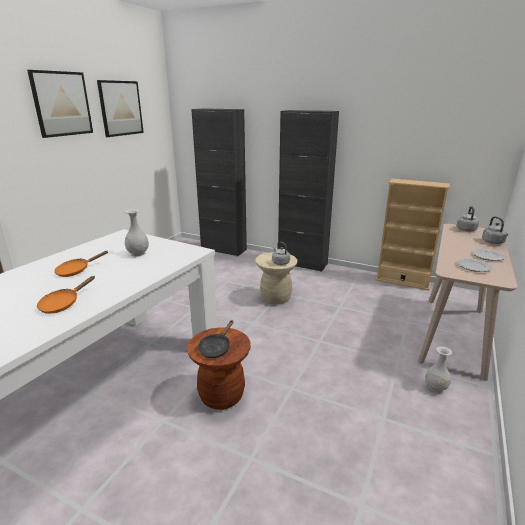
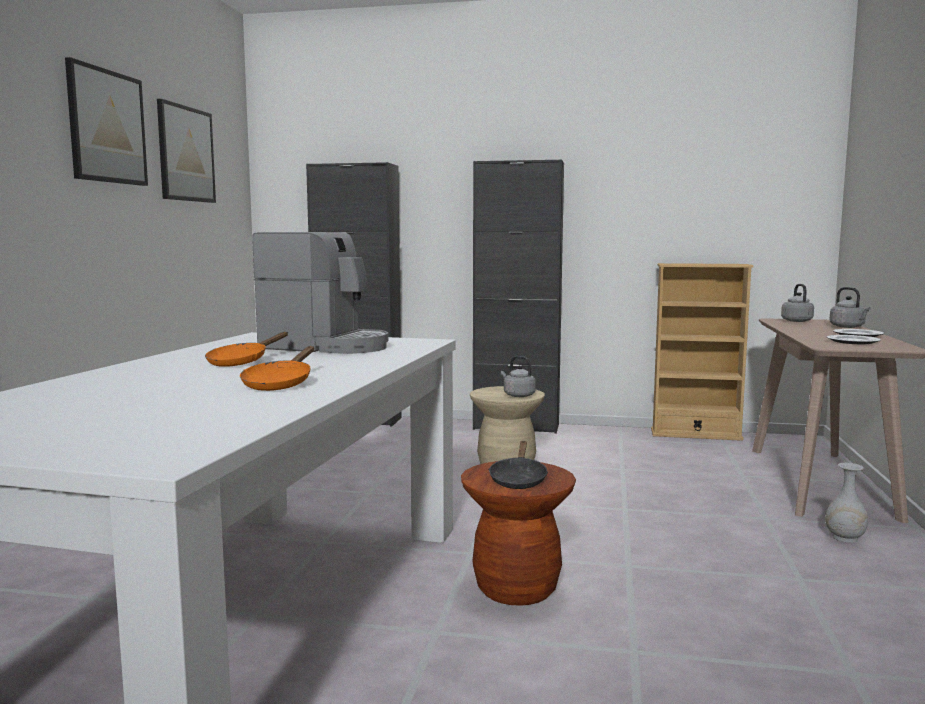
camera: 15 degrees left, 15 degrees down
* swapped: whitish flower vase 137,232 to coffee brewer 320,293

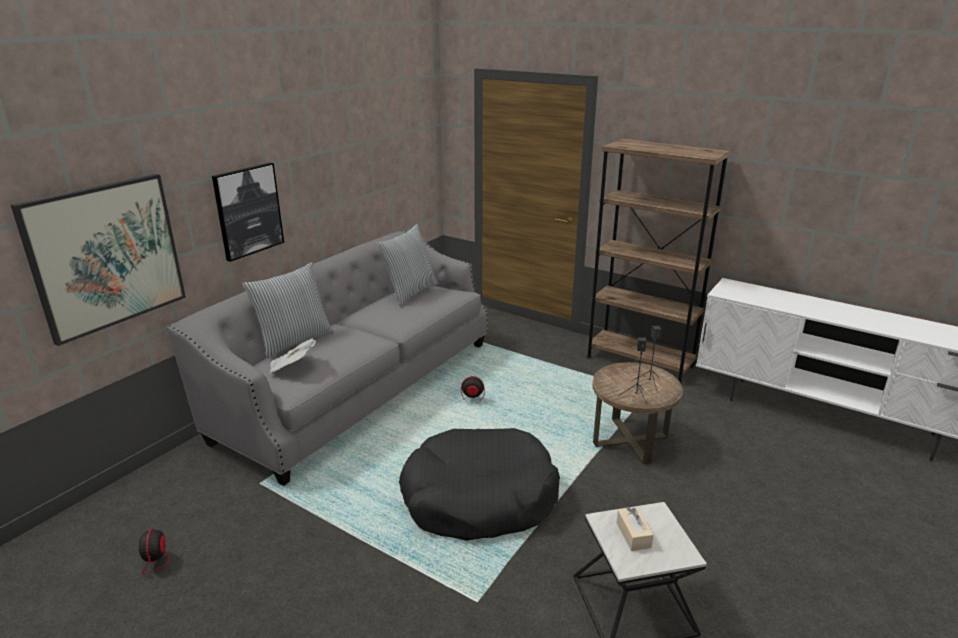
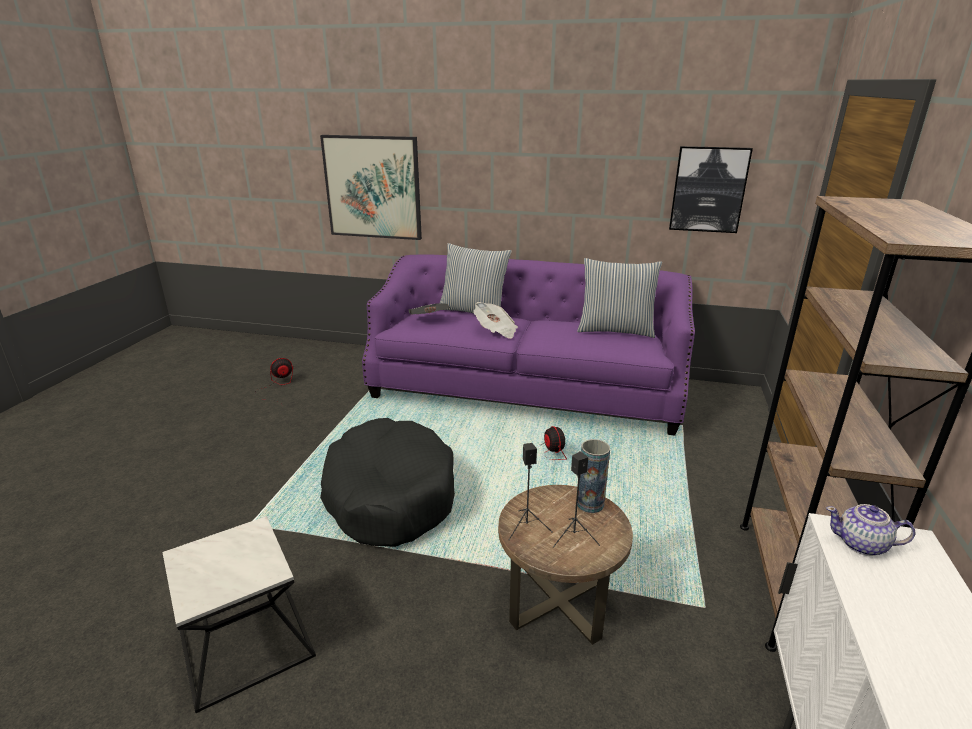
camera: 70 degrees right, 0 degrees up
* shifted: wall art 248,212 to 711,189
* repainted: greyish settee 327,358 to purplish settee 528,345
* gone: sand-coloured box of tissues 635,529
* new: printed paper 495,320
* new: flower vase 593,476
* new: teapot 870,530

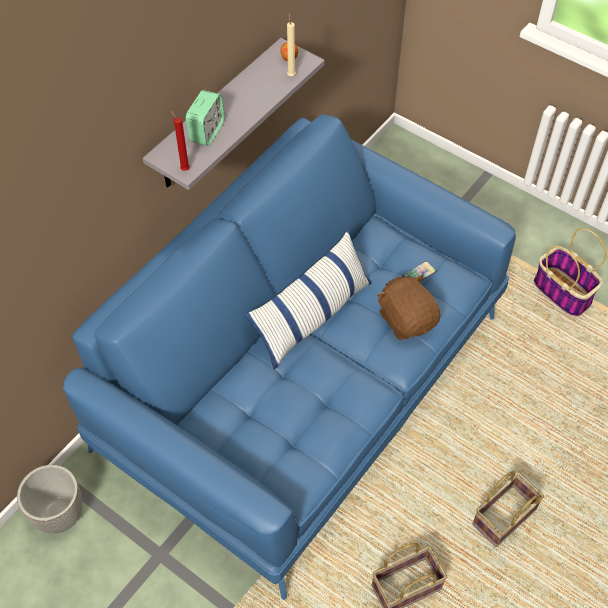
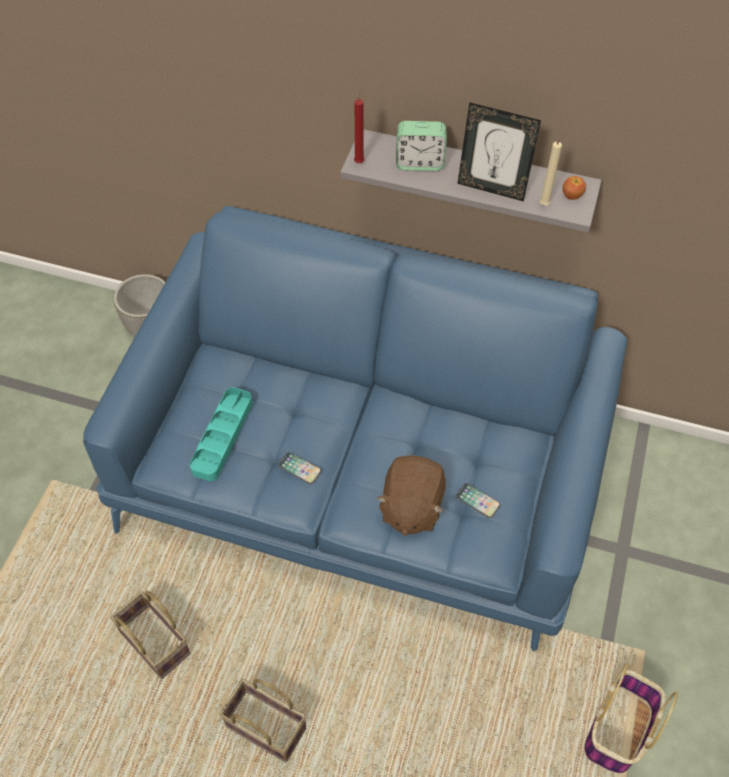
camera: 70 degrees right, 0 degrees up
* gone: throw pillow 308,300
* rotated: brown-coloured cuddly toy 408,307 = 411,495 150 degrees clockwise
* new: standing frame 499,152
* new: blue-green carrying tray 221,434
* new: phone 299,468

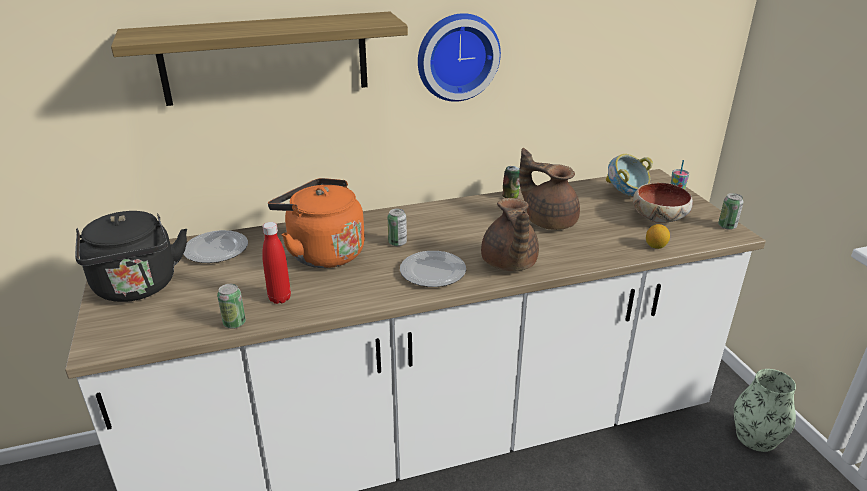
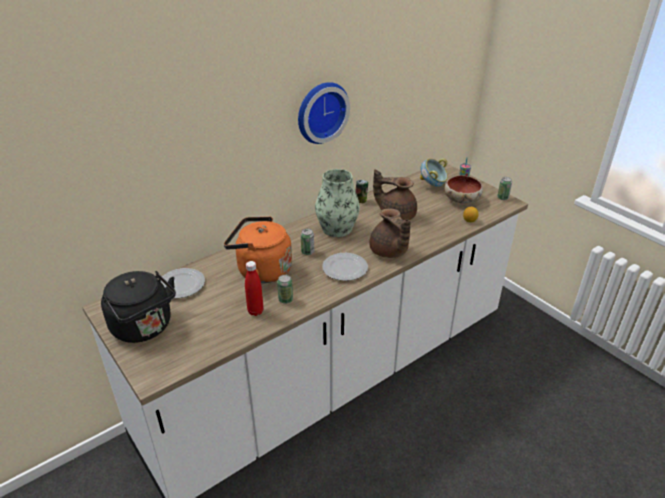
camera: 20 degrees left, 5 degrees up
* gone: wall shelf 259,59
* shifted: sealed can 231,306 to 285,289
* shifted: flower vase 765,410 to 337,203

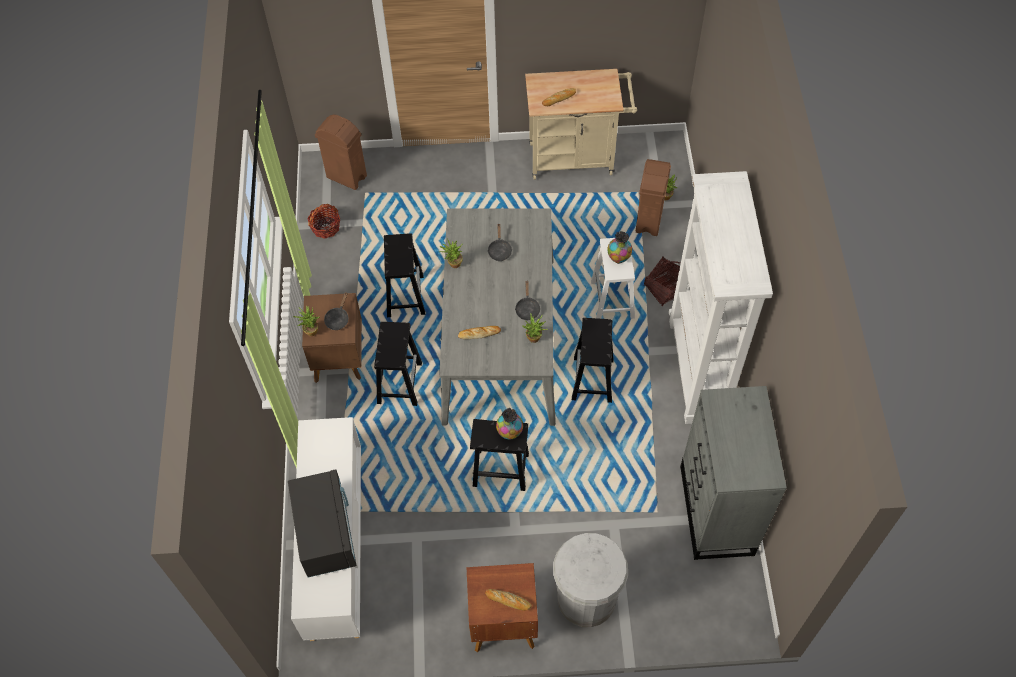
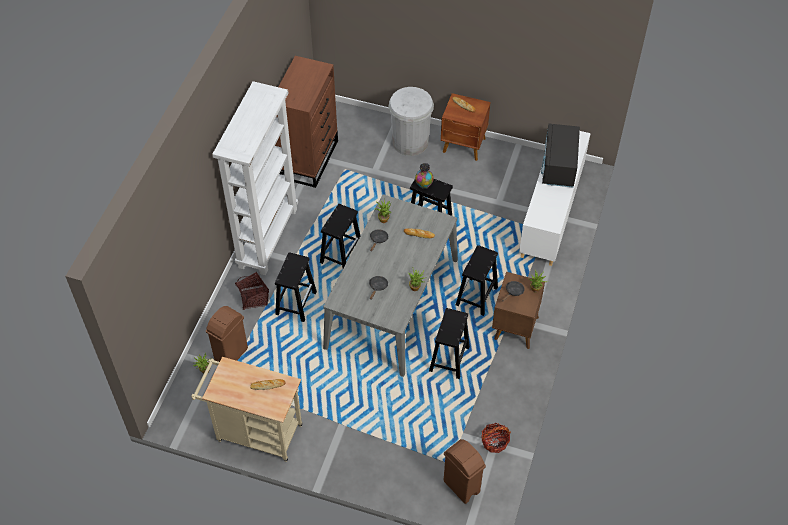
camera: 160 degrees left, 5 degrees down
* gone: flower vase 619,247
* repainted: whitish sitting stool 613,278 to blackish sitting stool 296,287
* repainted: greyish drawer chest 733,473 to brown-coloured drawer chest 306,122

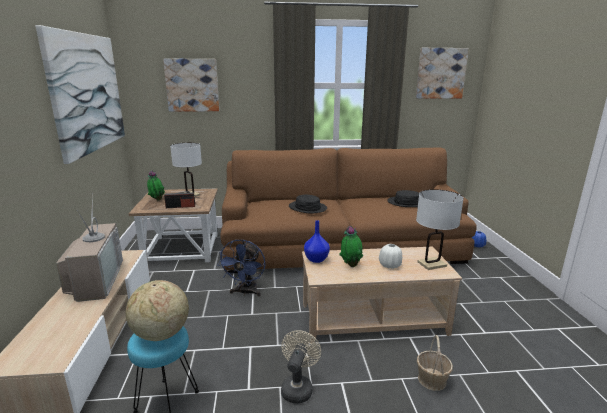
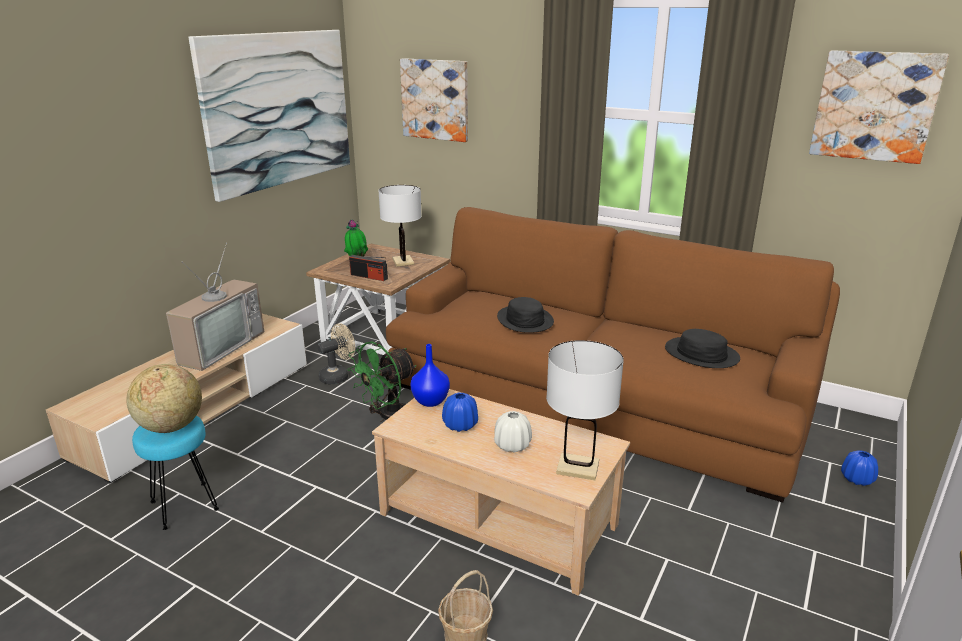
camera: 35 degrees right, 5 degrees up
* swapped: houseplant 351,246 to bluish flower vase 460,412
* repainted: bluish fan 241,267 to green-coloured fan 381,381
* shifted: sand-coloured fan 301,367 to 336,354

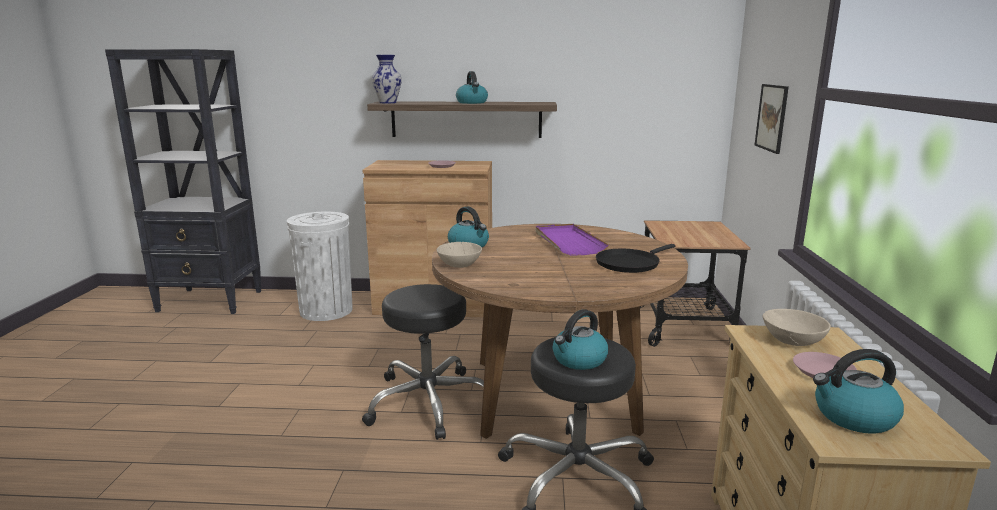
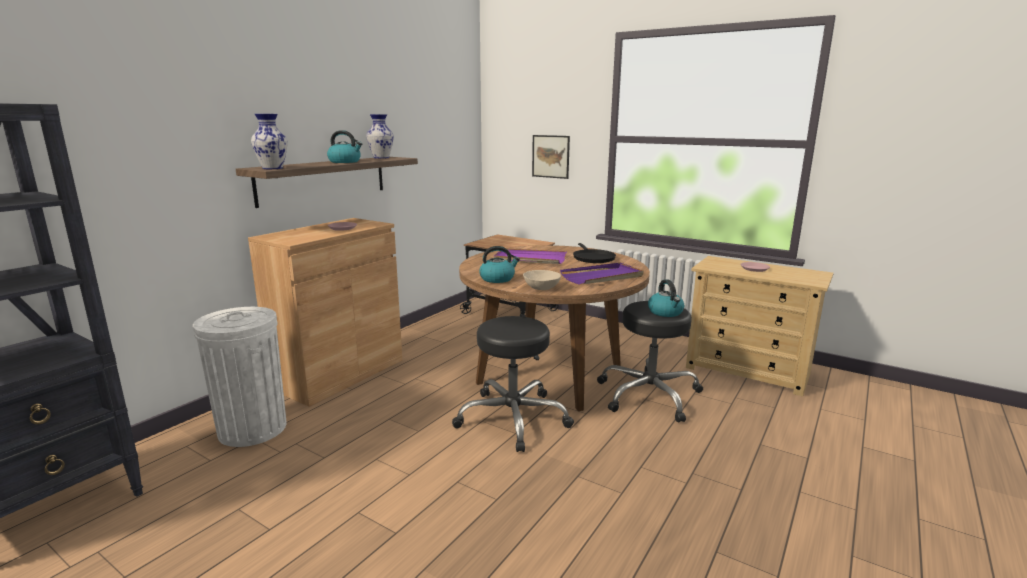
camera: 60 degrees left, 0 degrees up
* gone: sand-coloured bowl 797,327
* gone: kettle 858,391
* new: flower vase 380,136
* new: purplish carrying tray 602,274

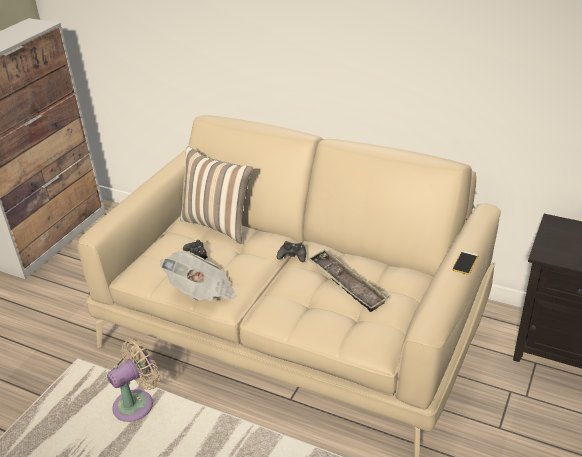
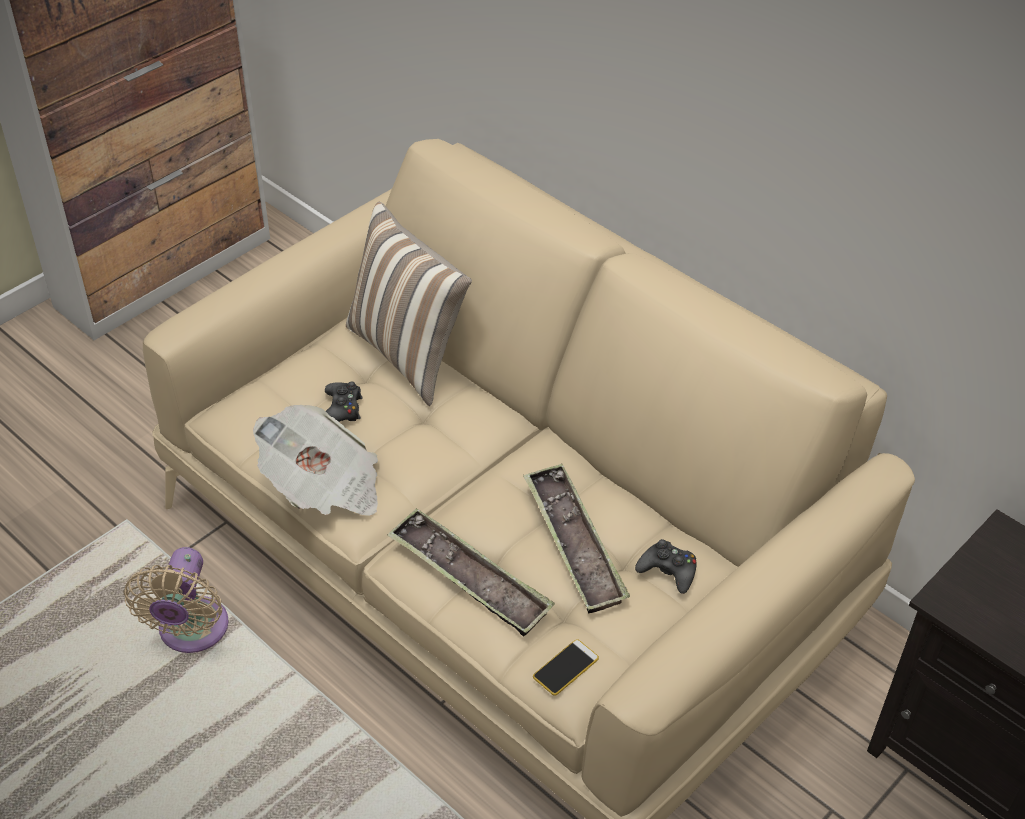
camera: 15 degrees right, 10 degrees up
* shifted: blackish joypad 291,251 to 666,566
* shifted: phone 465,262 to 566,667
* rotated: sand-coloured fan 133,380 = 176,600 120 degrees clockwise
* new: carrying tray 471,572

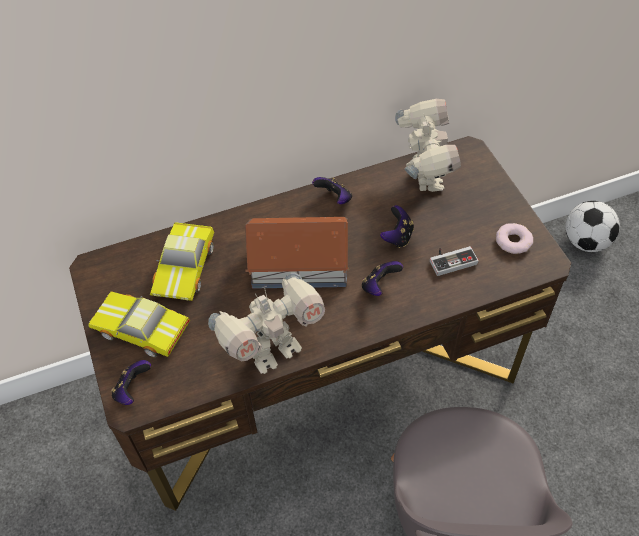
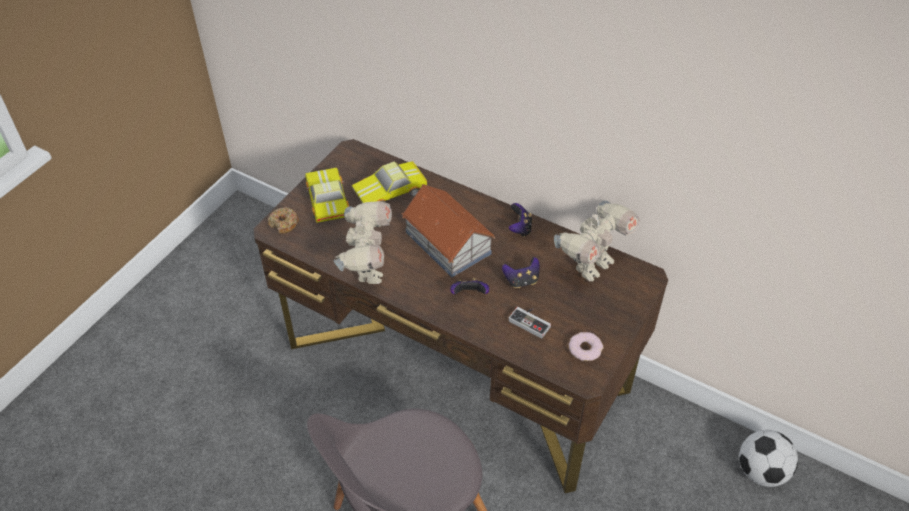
camera: 50 degrees right, 5 degrees down
* rotated: toy robot 266,323 = 362,242 105 degrees counterclockwise
* swapped: joypad 131,382 to ring doughnut 283,220

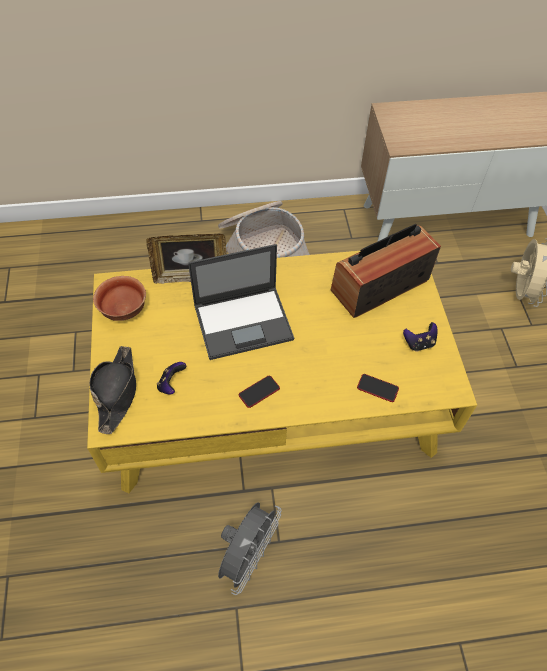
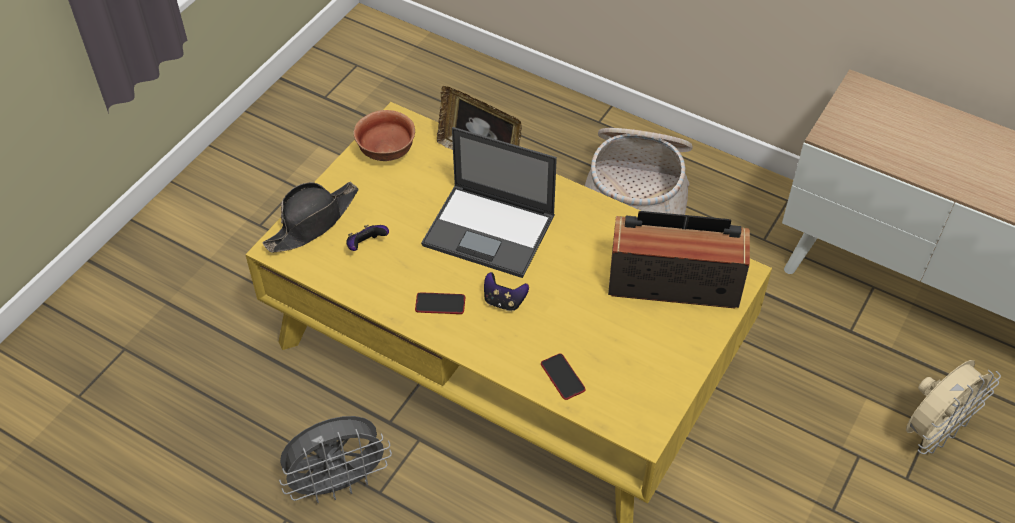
camera: 40 degrees right, 5 degrees down
* shifted: joypad 420,336 to 506,292

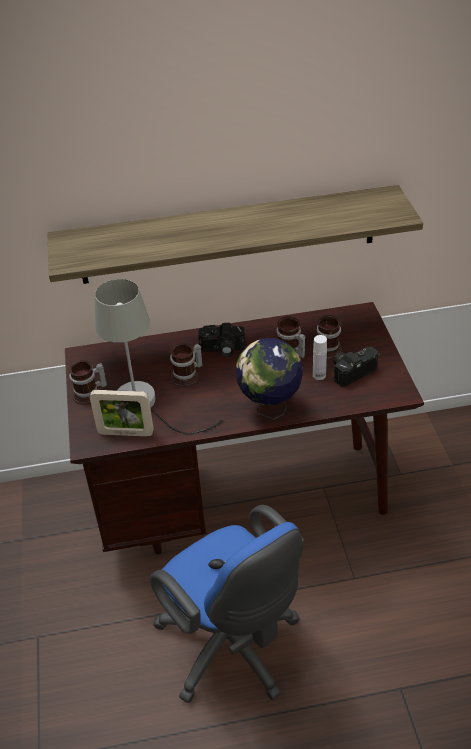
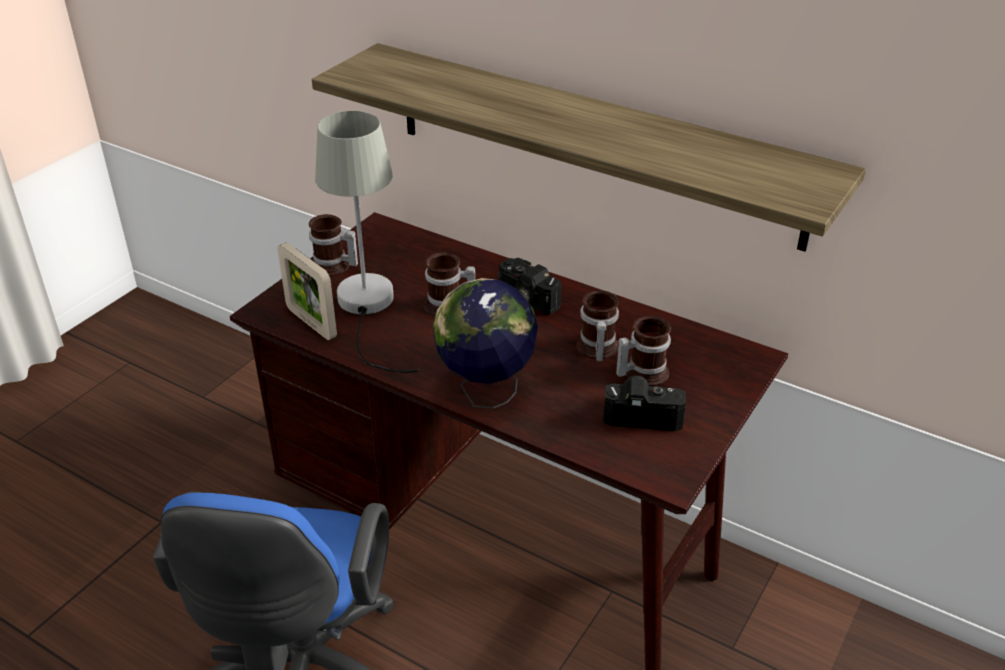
camera: 40 degrees right, 5 degrees down
* gone: whitish drink bottle 320,357

